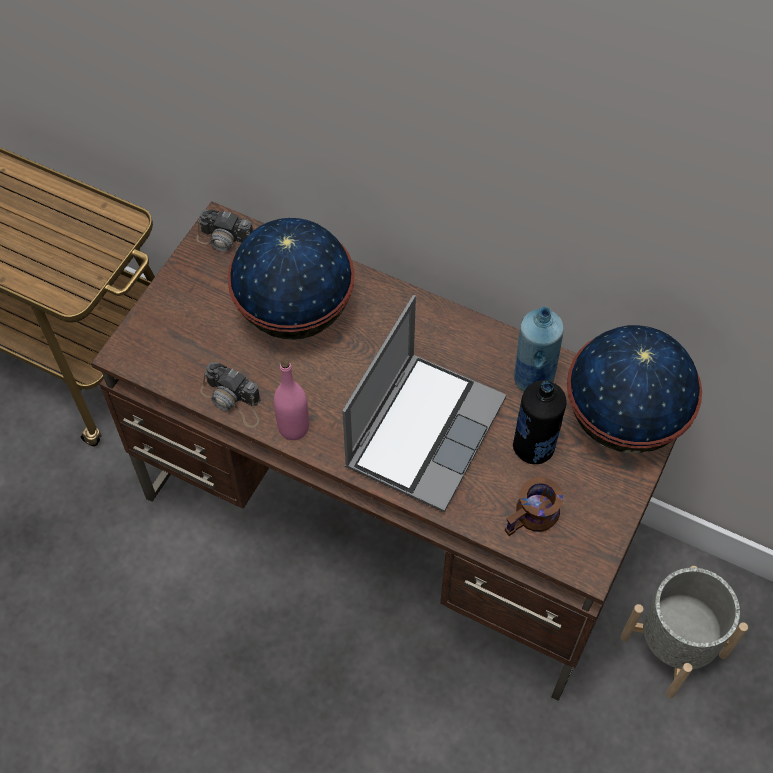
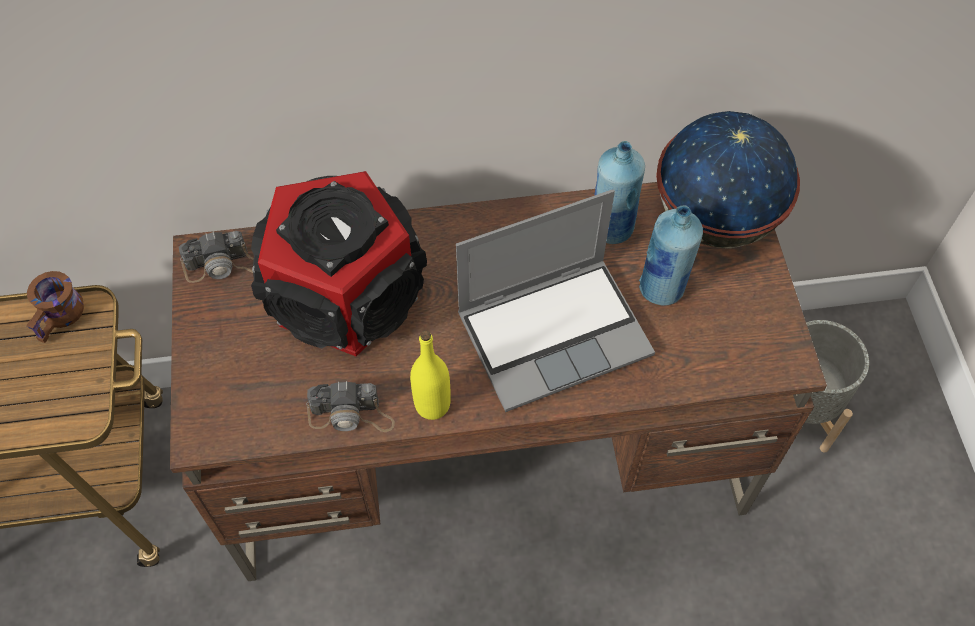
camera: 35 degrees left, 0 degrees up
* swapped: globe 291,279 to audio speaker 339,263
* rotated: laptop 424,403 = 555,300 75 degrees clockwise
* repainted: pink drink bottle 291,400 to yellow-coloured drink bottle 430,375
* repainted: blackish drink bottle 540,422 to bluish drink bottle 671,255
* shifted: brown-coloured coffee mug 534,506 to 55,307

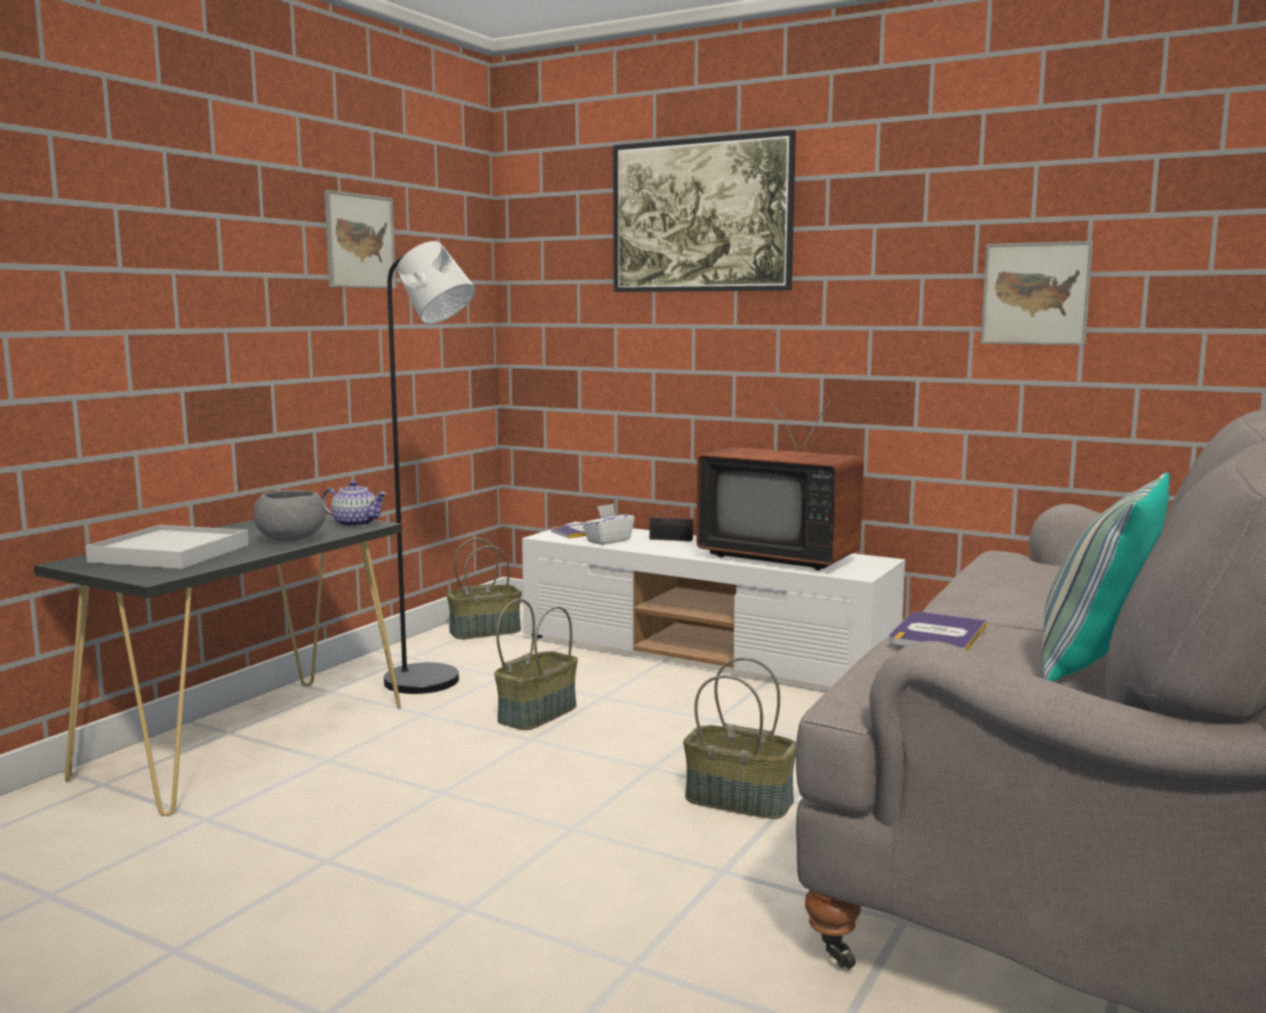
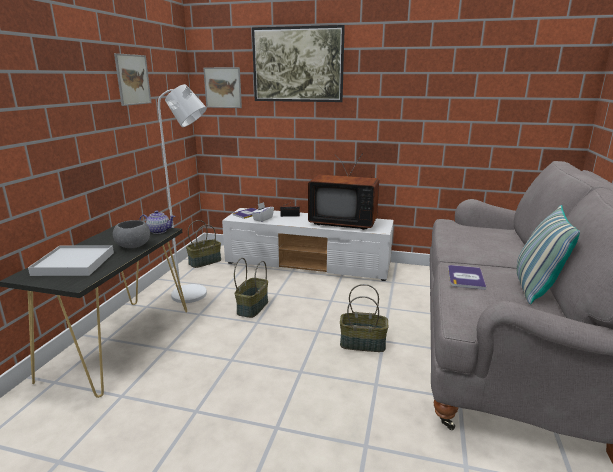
camera: 15 degrees left, 10 degrees up
* repainted: blackish standing lamp 430,467 to whitish standing lamp 182,193
* shifted: wall art 1037,293 to 222,87

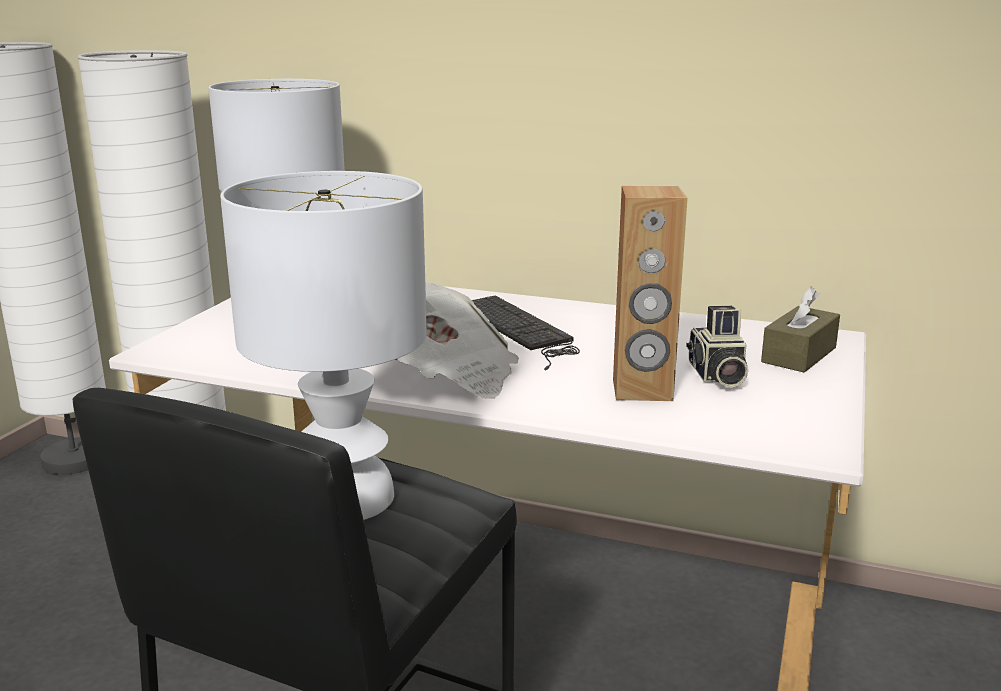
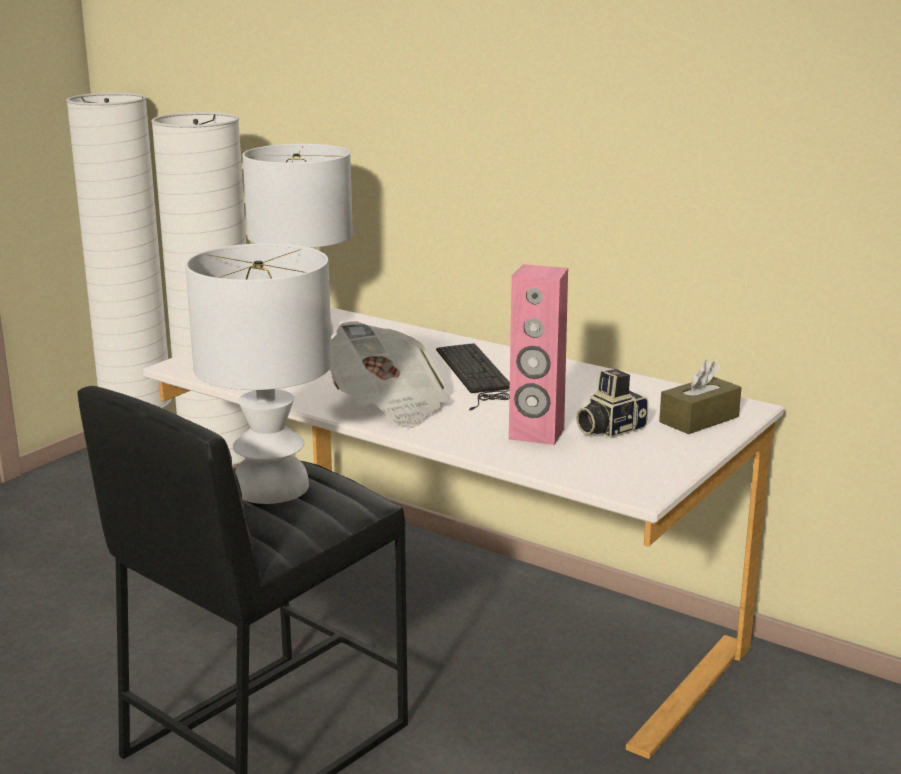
camera: 15 degrees right, 0 degrees up
* repainted: brown-coloured audio speaker 650,293 to pink audio speaker 538,354
* rotated: still camera 717,346 = 612,403 45 degrees clockwise

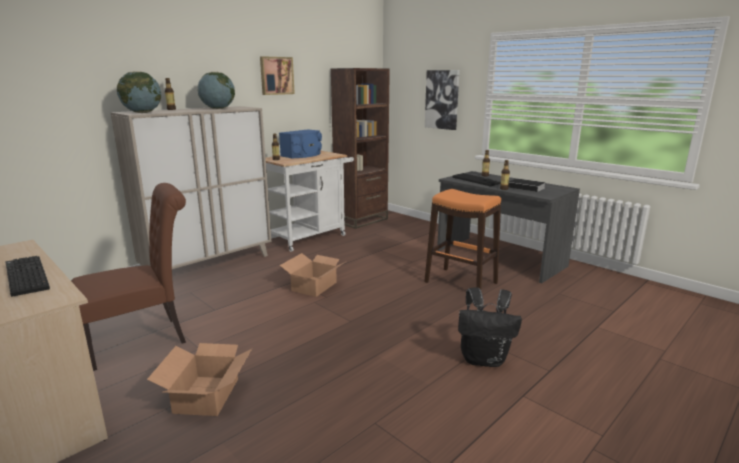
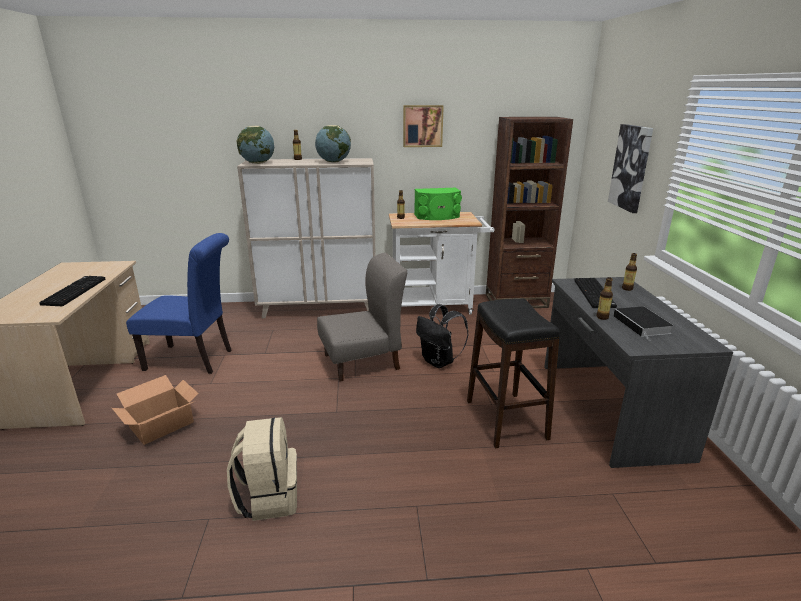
camera: 40 degrees right, 5 degrees up
* repainted: bluish audio speaker 300,143 to green-coloured audio speaker 438,204
* repainted: brown-coloured chair 128,277 to bluish chair 179,303
* repainted: orange sitting stool 462,239 to blackish sitting stool 513,373
* swapped: carton 312,275 to greyish chair 362,317
* shifted: blackish knapsack 490,327 to 442,336
* new: sand-coloured knapsack 262,469

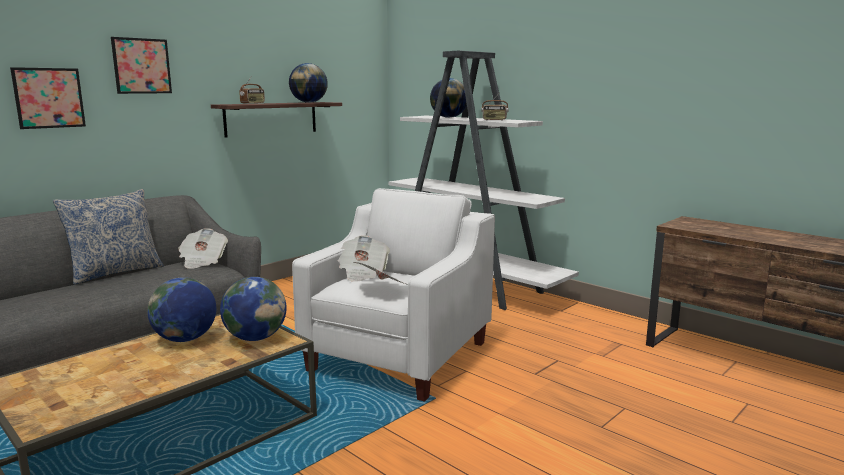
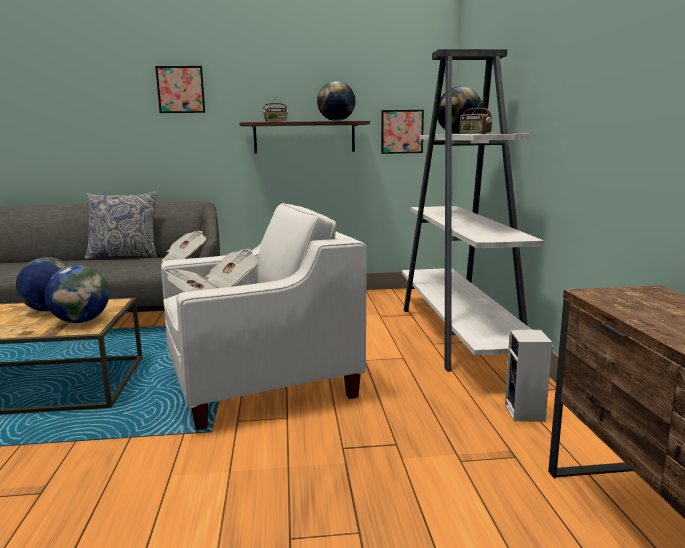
camera: 40 degrees right, 0 degrees up
* shifted: wall art 48,98 to 402,132
* new: audio speaker 528,375

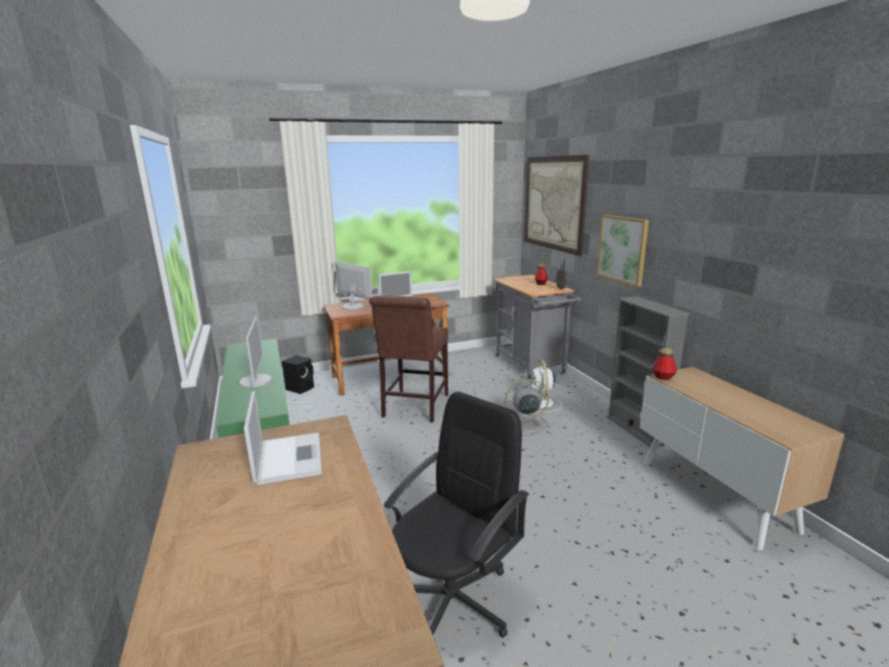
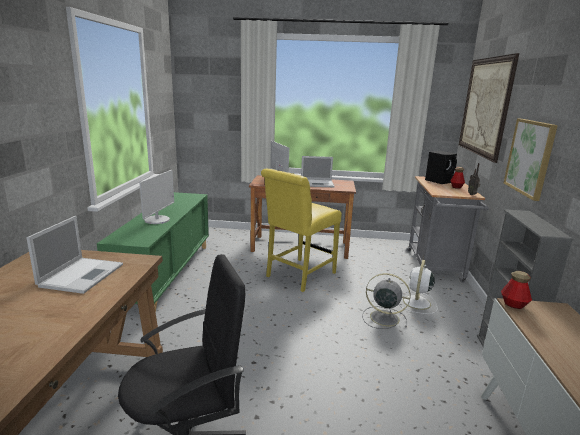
camera: 25 degrees right, 0 degrees up
* repainted: brown-coloured chair 408,358 to yellow-coloured chair 301,230
* shifted: blackish audio speaker 298,374 to 441,167

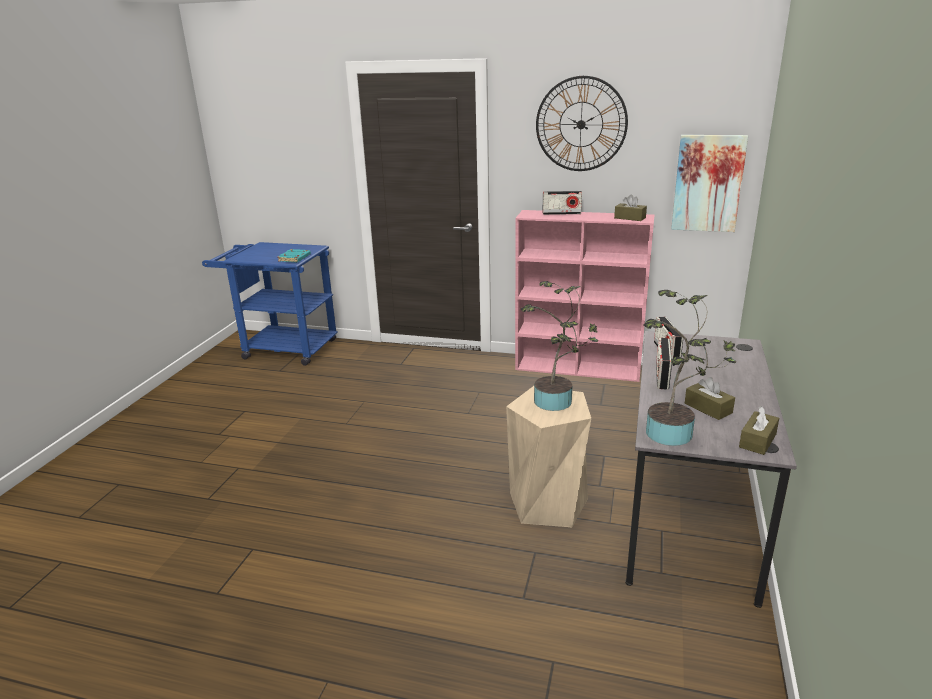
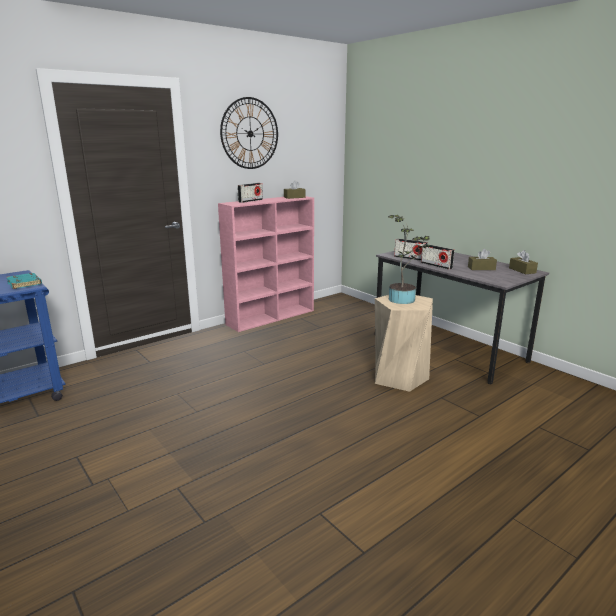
camera: 55 degrees left, 5 degrees down
* gone: wall art 709,183
* gone: houseplant 690,368

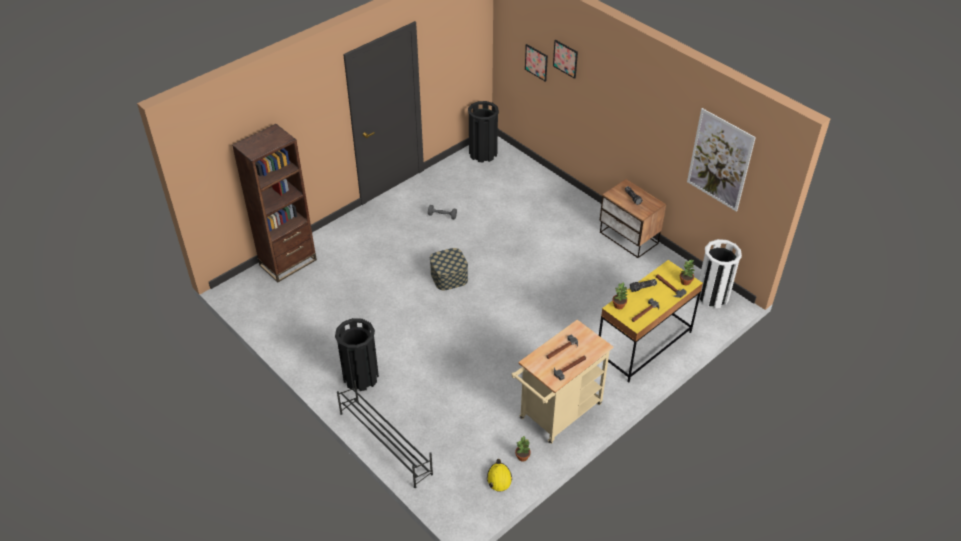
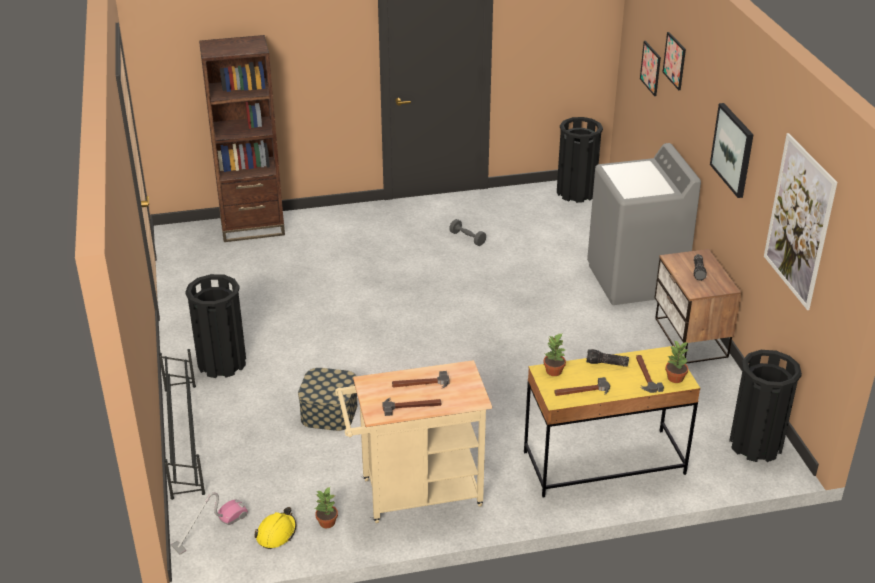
camera: 30 degrees right, 10 degrees down
* repainted: whitish rubbish bin 719,273 to blackish rubbish bin 765,406
* shifted: storage container 449,269 to 328,399
* new: wall art 732,150
* new: greyish laundry appliance 644,224
* new: vacuum 209,523

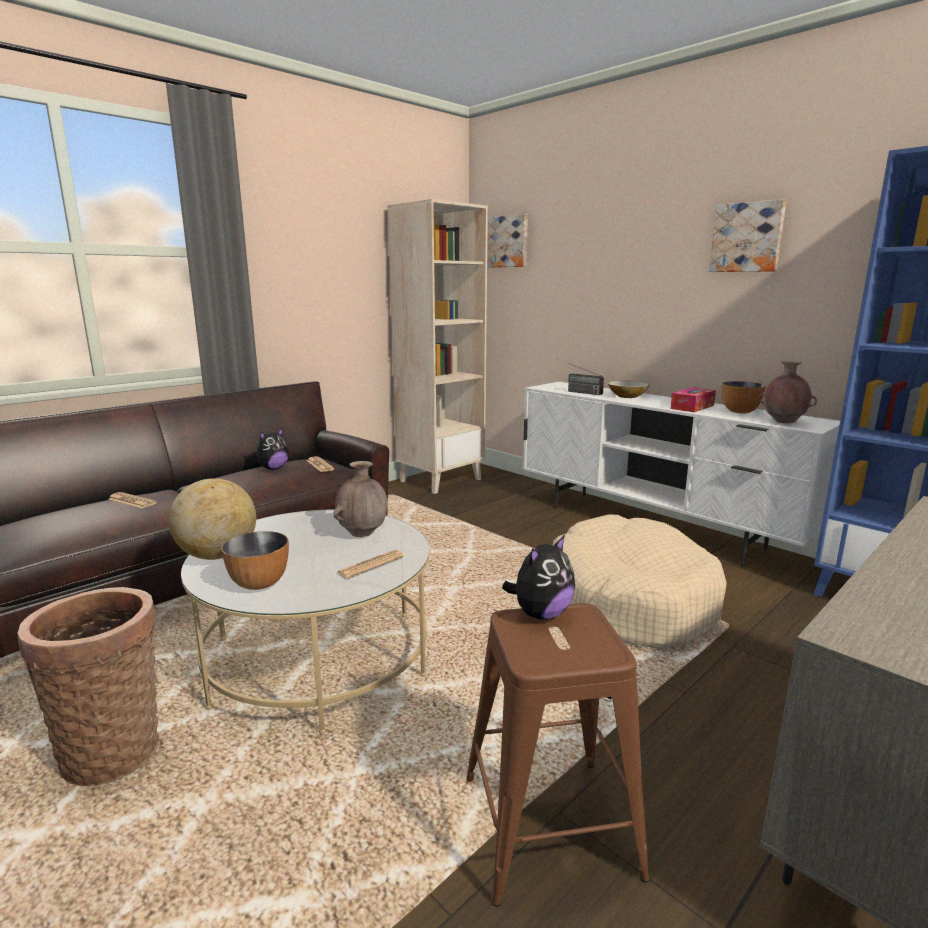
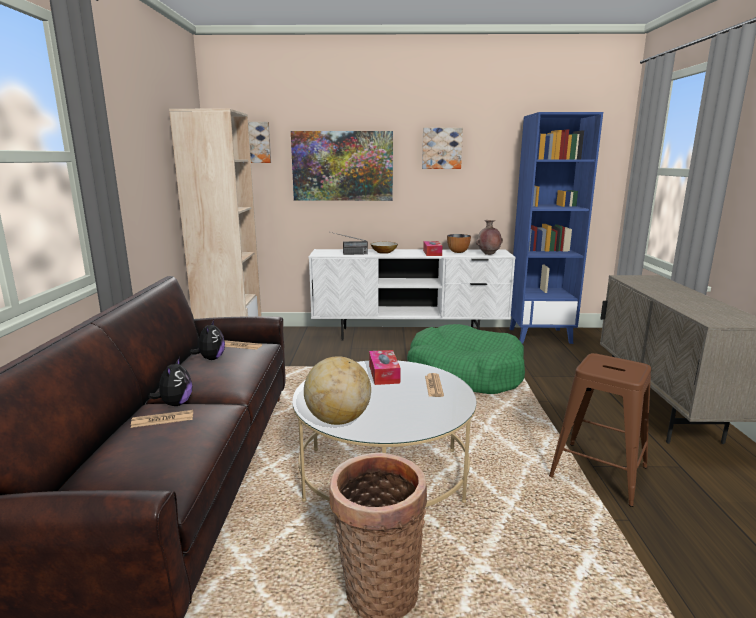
camera: 45 degrees left, 0 degrees up
* swapped: brown-coloured flower vase 360,499 to box of tissues 385,367
* repainted: sand-coloured dog bed 640,582 to green-coloured dog bed 466,359
* gone: bowl 255,560
* shifted: cuddly toy 538,577 to 170,381
* new: wall art 342,166

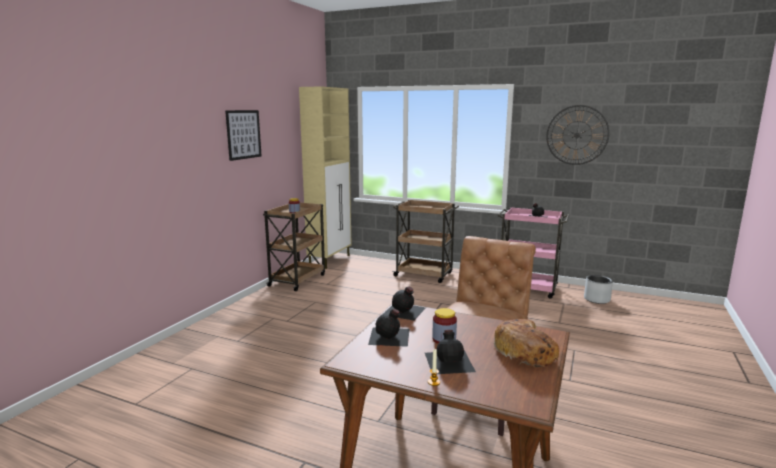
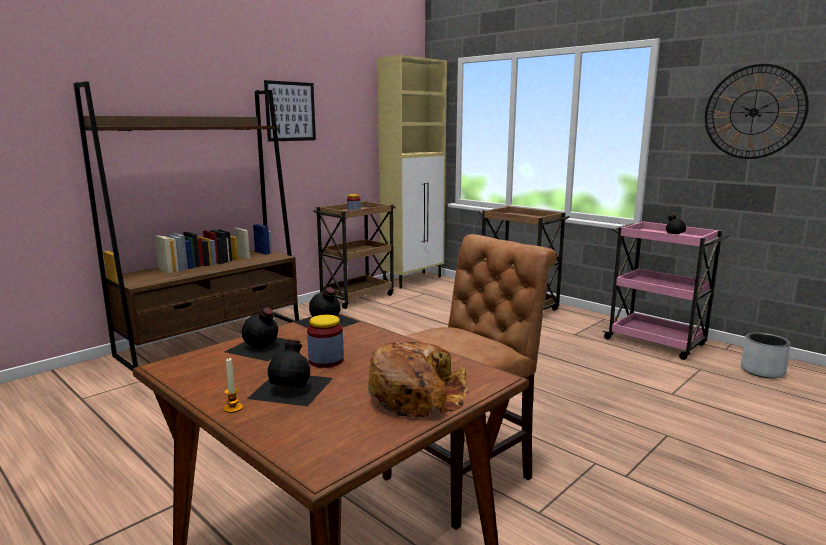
camera: 20 degrees right, 0 degrees up
* new: brown-coloured bookshelf 186,226

